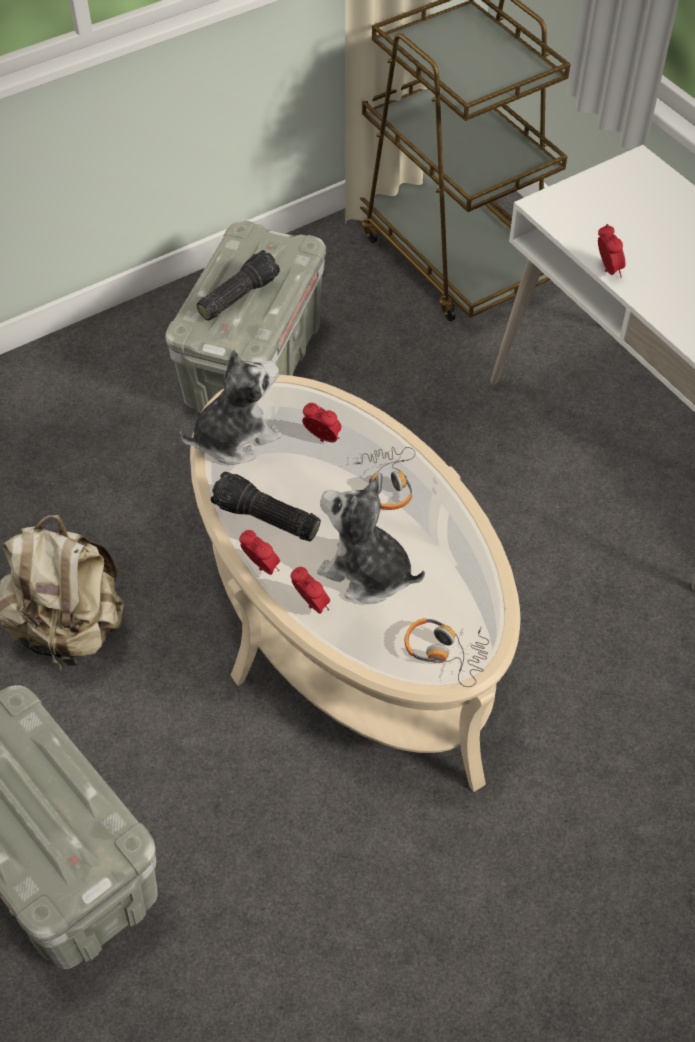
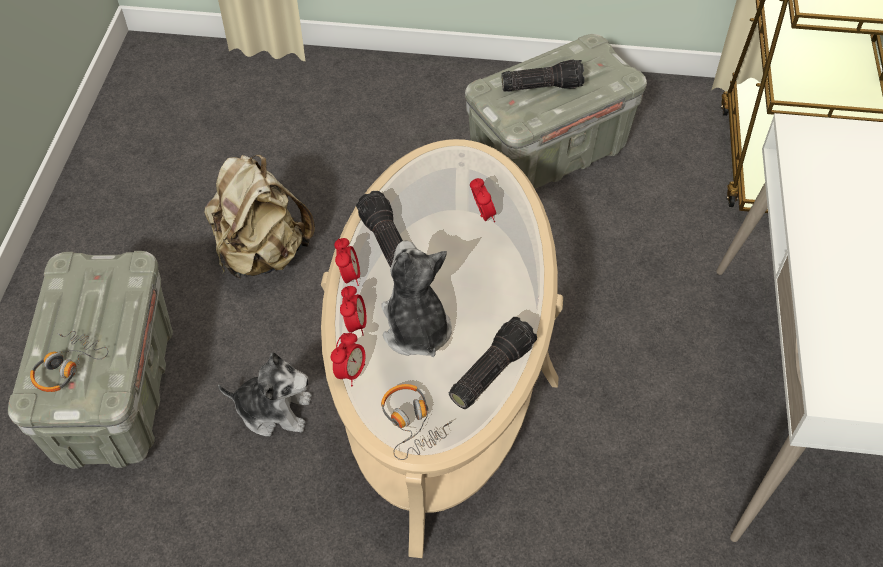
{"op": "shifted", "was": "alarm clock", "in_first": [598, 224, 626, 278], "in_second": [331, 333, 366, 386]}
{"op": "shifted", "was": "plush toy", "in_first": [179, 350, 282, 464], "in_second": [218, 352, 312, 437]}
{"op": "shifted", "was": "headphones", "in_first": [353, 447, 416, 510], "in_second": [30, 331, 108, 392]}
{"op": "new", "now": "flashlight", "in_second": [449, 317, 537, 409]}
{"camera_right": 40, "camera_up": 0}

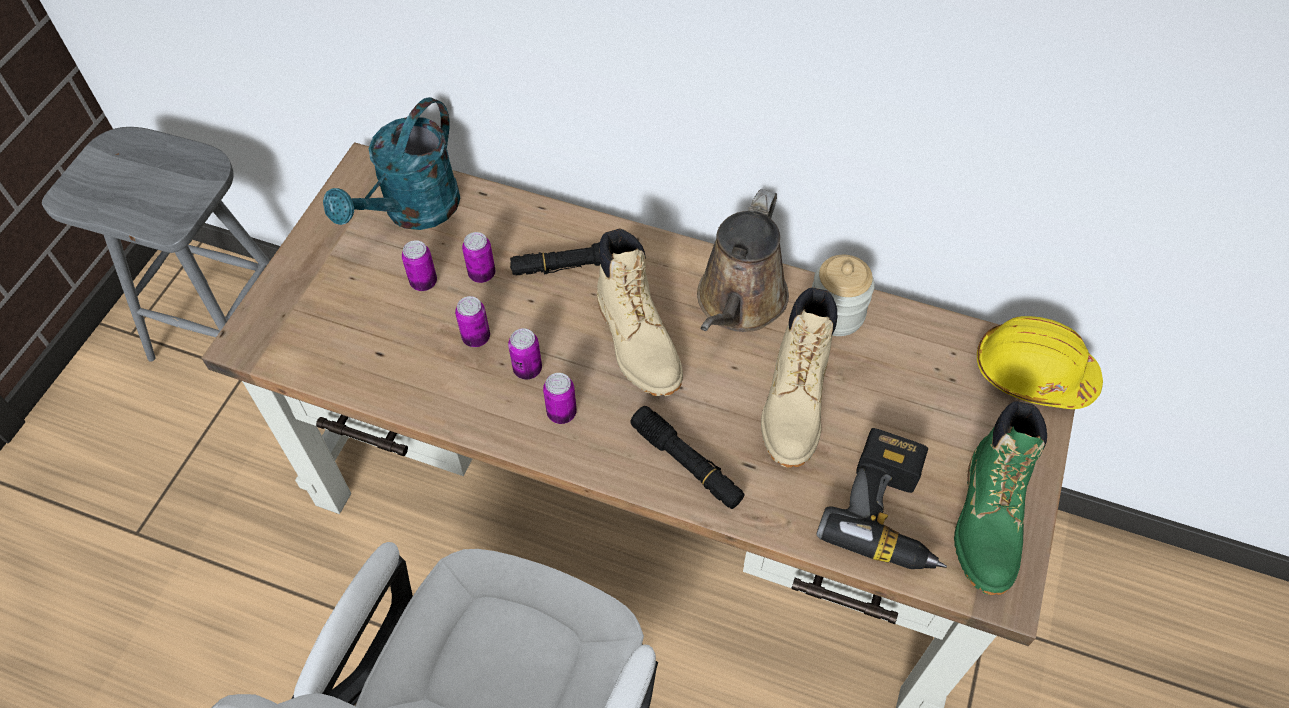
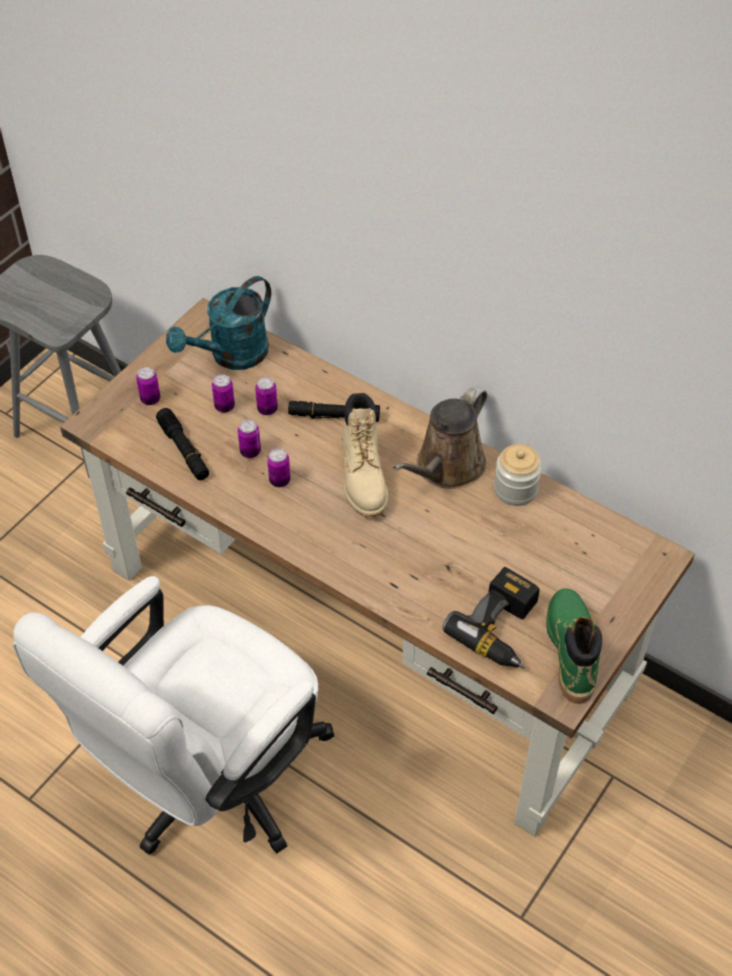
{"op": "gone", "was": "beige boot", "in_first": [761, 287, 837, 467]}
{"op": "gone", "was": "yellow hard hat", "in_first": [977, 316, 1103, 409]}
{"op": "shifted", "was": "can", "in_first": [543, 373, 577, 424], "in_second": [136, 367, 160, 405]}
{"op": "rotated", "was": "green boot", "in_first": [954, 401, 1047, 595], "in_second": [546, 589, 602, 704], "clockwise": 150}
{"op": "shifted", "was": "black flashlight", "in_first": [630, 406, 745, 509], "in_second": [156, 408, 209, 480]}
{"camera_right": 15, "camera_up": -5}

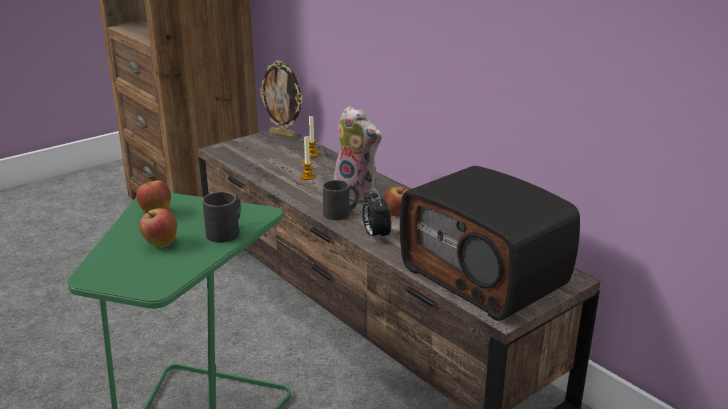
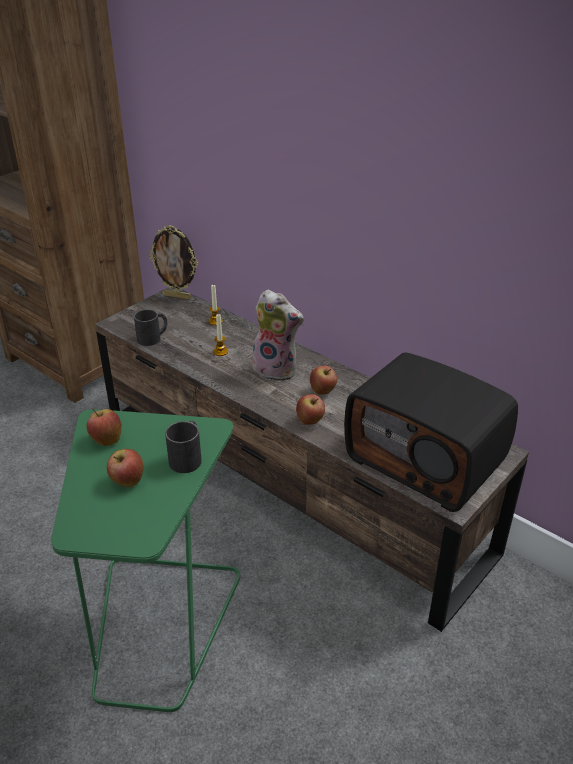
{"op": "shifted", "was": "black mug", "in_first": [323, 180, 359, 220], "in_second": [134, 309, 168, 346]}
{"op": "swapped", "was": "alarm clock", "now": "apple", "in_first": [362, 188, 391, 241], "in_second": [296, 394, 325, 425]}
{"camera_right": -10, "camera_up": 10}

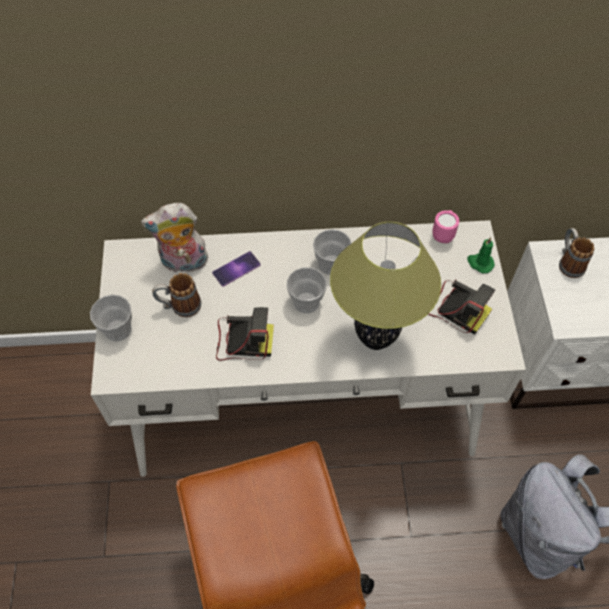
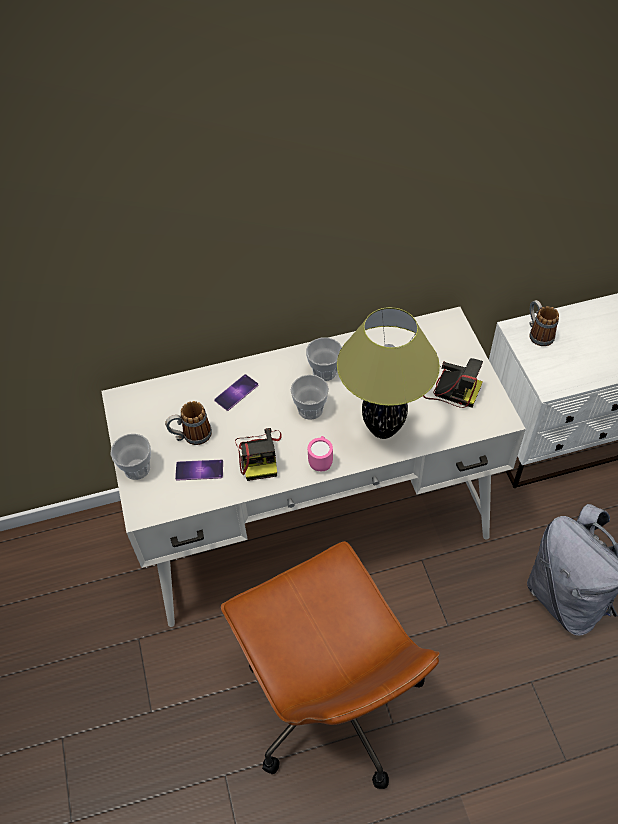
{"op": "gone", "was": "plush toy", "in_first": [141, 203, 209, 272]}
{"op": "shifted", "was": "pink mug", "in_first": [433, 210, 459, 243], "in_second": [308, 436, 333, 471]}
{"op": "gone", "was": "green candle", "in_first": [467, 237, 495, 273]}
{"op": "rotated", "was": "photo camera", "in_first": [216, 307, 274, 361], "in_second": [235, 428, 282, 481], "clockwise": 90}
{"op": "new", "now": "phone", "in_second": [175, 460, 223, 480]}
{"camera_right": -10, "camera_up": -5}

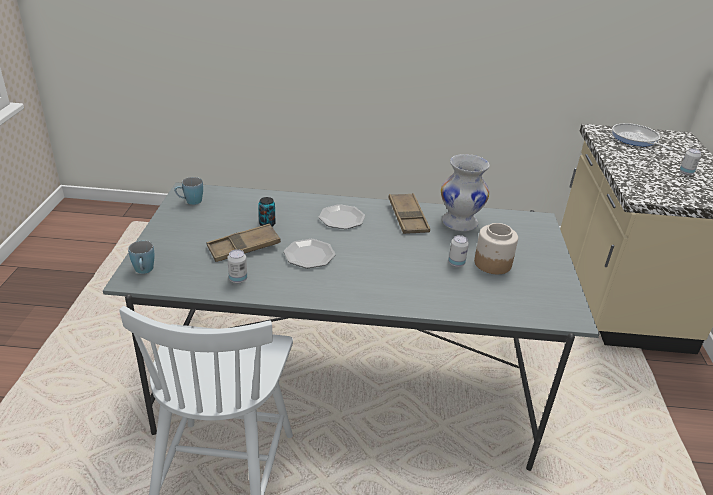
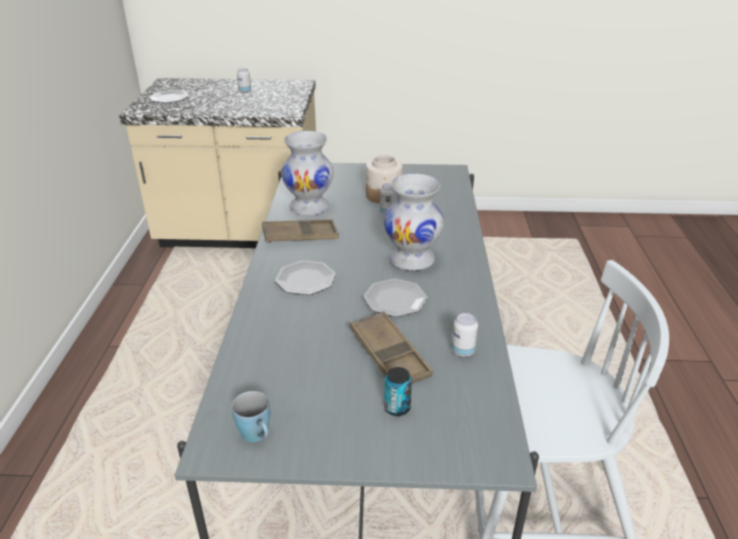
{"op": "swapped", "was": "frying pan", "now": "plate", "in_first": [612, 123, 673, 150], "in_second": [150, 90, 189, 103]}
{"op": "shifted", "was": "can", "in_first": [258, 197, 275, 227], "in_second": [384, 367, 412, 416]}
{"op": "gone", "was": "blue mug", "in_first": [128, 241, 155, 274]}
{"op": "new", "now": "white vase", "in_second": [384, 174, 444, 271]}
{"camera_right": -90, "camera_up": 0}

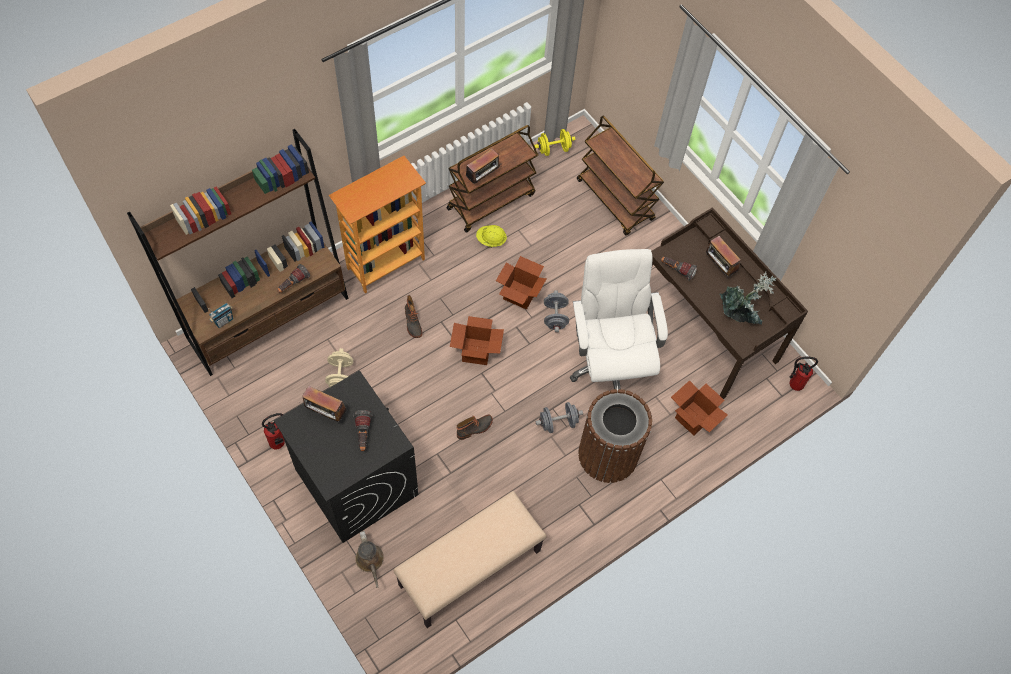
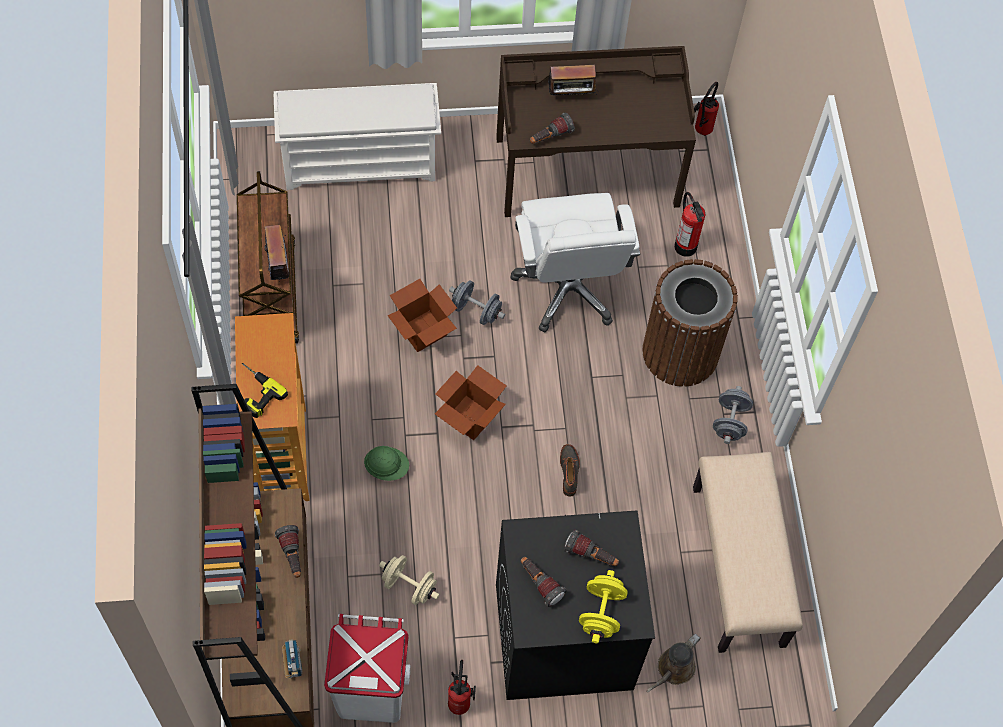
{"op": "swapped", "was": "brown cart", "now": "white shoe rack", "in_first": [577, 116, 664, 236], "in_second": [274, 83, 441, 190]}
{"op": "shifted", "was": "yellow dumbbell", "in_first": [534, 129, 575, 156], "in_second": [579, 570, 628, 643]}
{"op": "gone", "was": "yellow hard hat", "in_first": [476, 225, 507, 248]}
{"op": "rotated", "was": "white office chair", "in_first": [570, 249, 668, 392], "in_second": [510, 193, 640, 332], "clockwise": -120}
{"op": "gone", "was": "potted plant", "in_first": [720, 271, 777, 324]}
{"op": "swapped", "was": "boot", "now": "green hard hat", "in_first": [405, 295, 422, 338], "in_second": [364, 446, 409, 481]}
{"op": "swapped", "was": "cardboard box", "now": "fire extinguisher", "in_first": [671, 380, 728, 435], "in_second": [674, 192, 705, 257]}
{"op": "swapped", "was": "radio", "now": "flashlight", "in_first": [302, 386, 347, 422], "in_second": [521, 557, 567, 607]}
{"op": "shifted", "was": "grey dumbbell", "in_first": [536, 402, 583, 433], "in_second": [713, 386, 753, 444]}
{"op": "rotated", "was": "brown watering can", "in_first": [355, 531, 384, 588], "in_second": [646, 634, 701, 692], "clockwise": 120}
{"op": "new", "now": "power drill", "in_second": [242, 363, 288, 418]}
{"op": "new", "now": "white trash can", "in_second": [324, 614, 410, 723]}
{"camera_right": -60, "camera_up": 0}

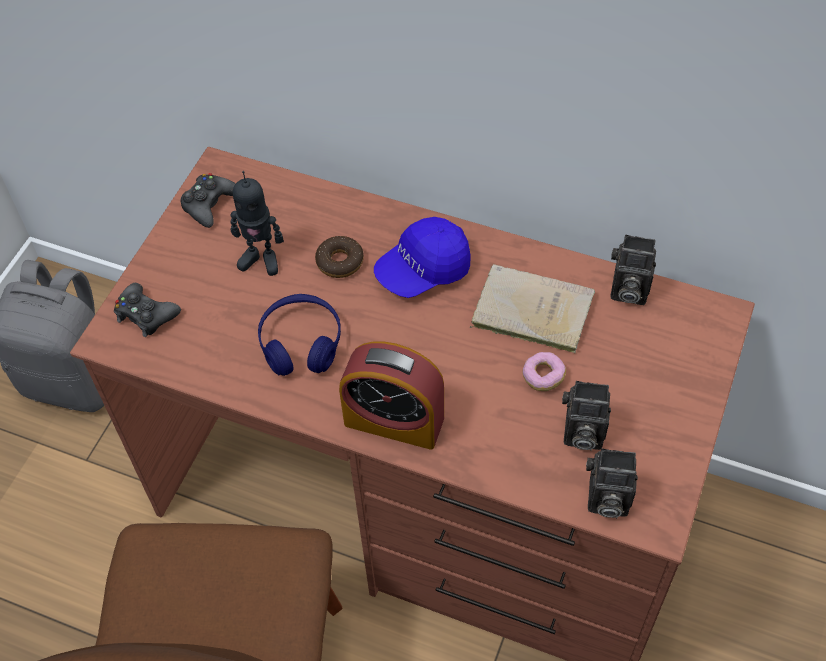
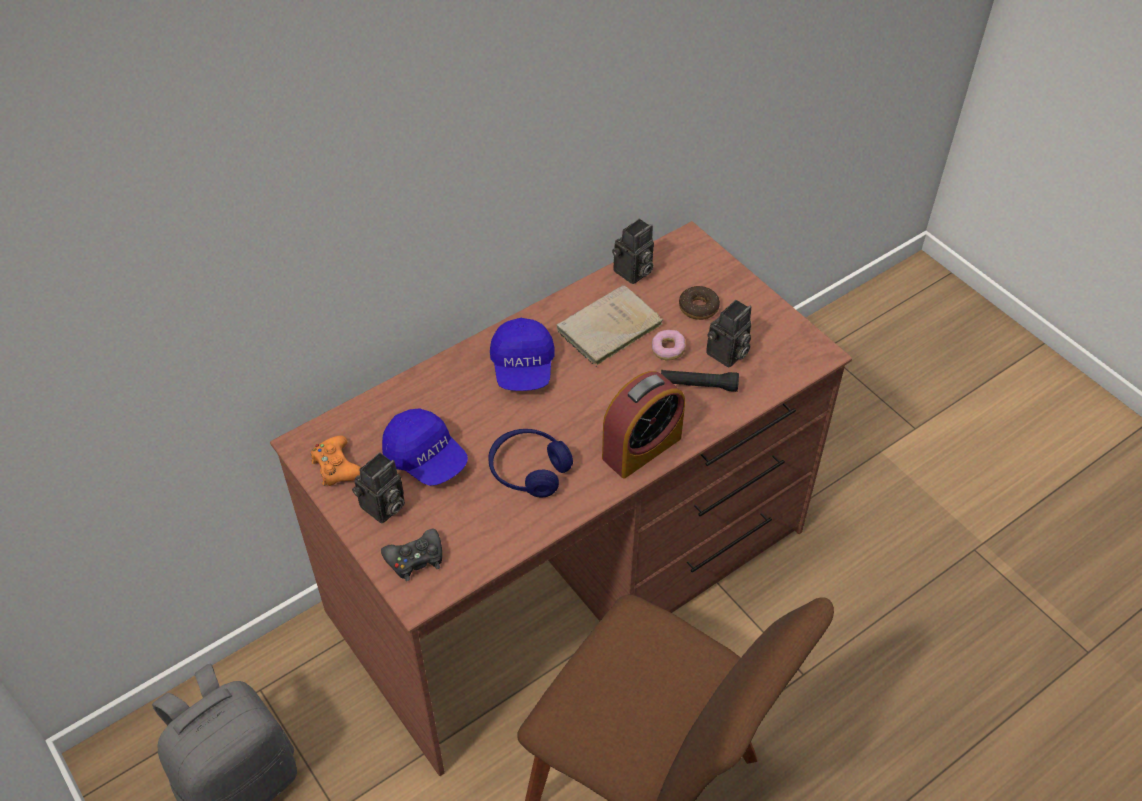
{"op": "swapped", "was": "toy robot", "now": "blue cap", "in_first": [230, 171, 284, 276], "in_second": [382, 408, 468, 486]}
{"op": "repainted", "was": "black game controller", "now": "orange game controller", "in_first": [181, 173, 236, 228], "in_second": [311, 436, 361, 486]}
{"op": "shifted", "was": "donut", "in_first": [315, 236, 364, 278], "in_second": [679, 286, 720, 320]}
{"op": "shifted", "was": "photo camera", "in_first": [586, 448, 638, 518], "in_second": [352, 452, 405, 523]}
{"op": "new", "now": "black flashlight", "in_second": [661, 370, 739, 392]}
{"camera_right": -60, "camera_up": -5}

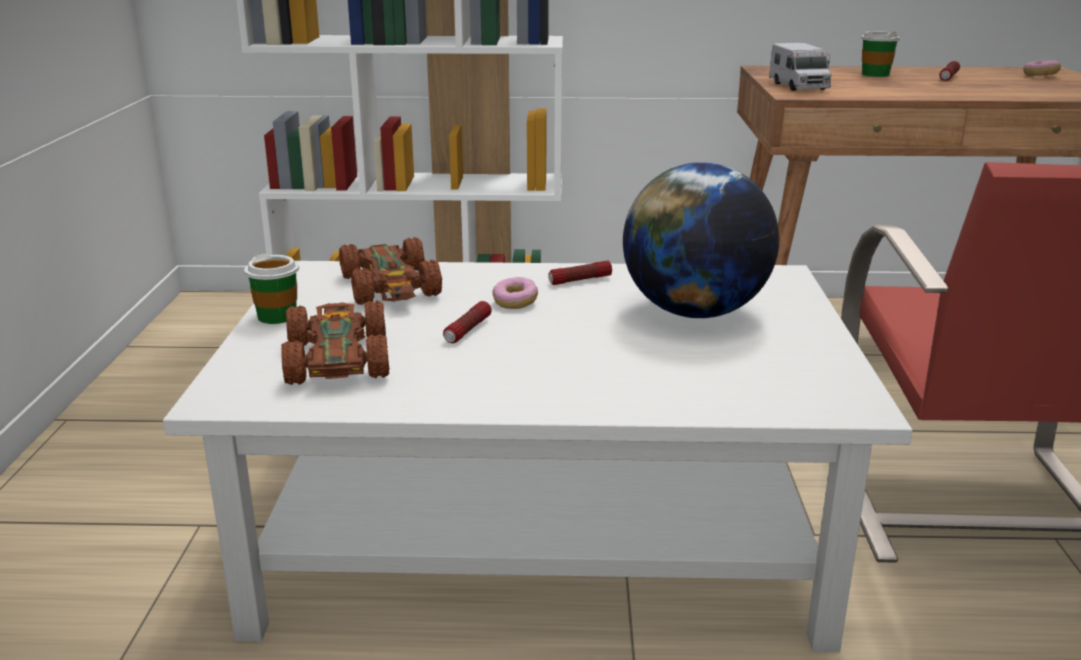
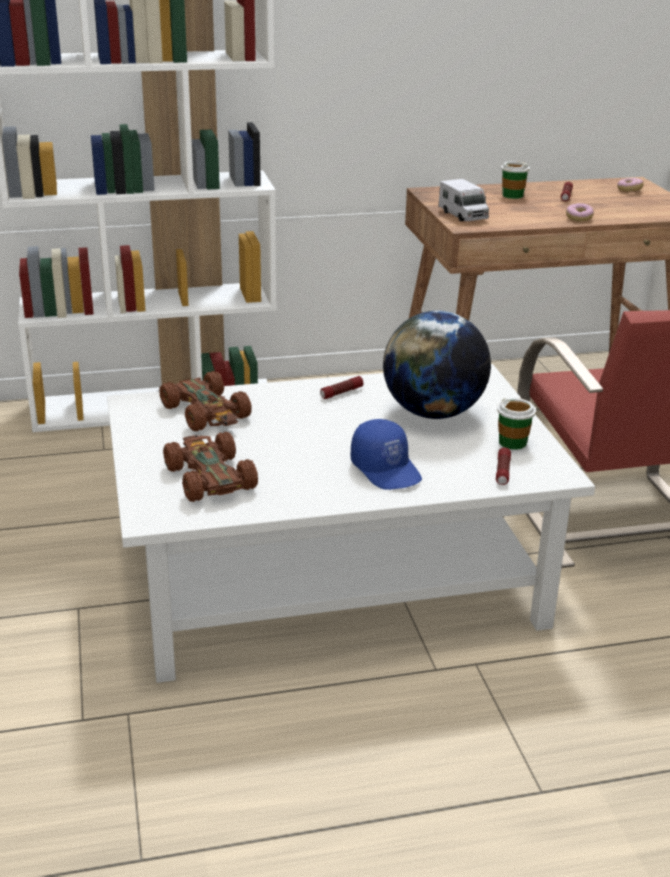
{"op": "shifted", "was": "cup", "in_first": [244, 254, 299, 324], "in_second": [497, 398, 536, 450]}
{"op": "shifted", "was": "donut", "in_first": [492, 277, 538, 309], "in_second": [566, 203, 594, 222]}
{"op": "shifted", "was": "flashlight", "in_first": [443, 301, 492, 343], "in_second": [496, 447, 511, 485]}
{"op": "new", "now": "blue cap", "in_second": [350, 419, 422, 490]}
{"camera_right": -15, "camera_up": 5}

